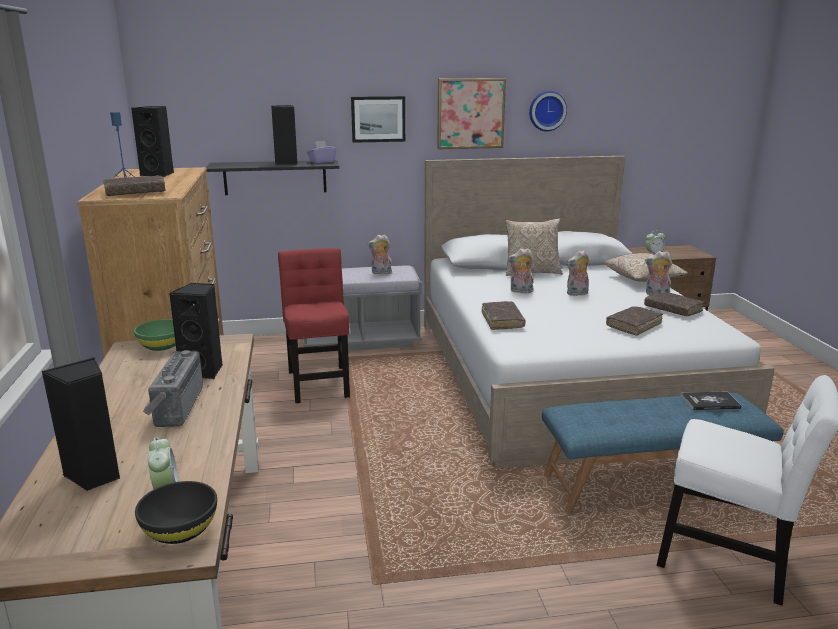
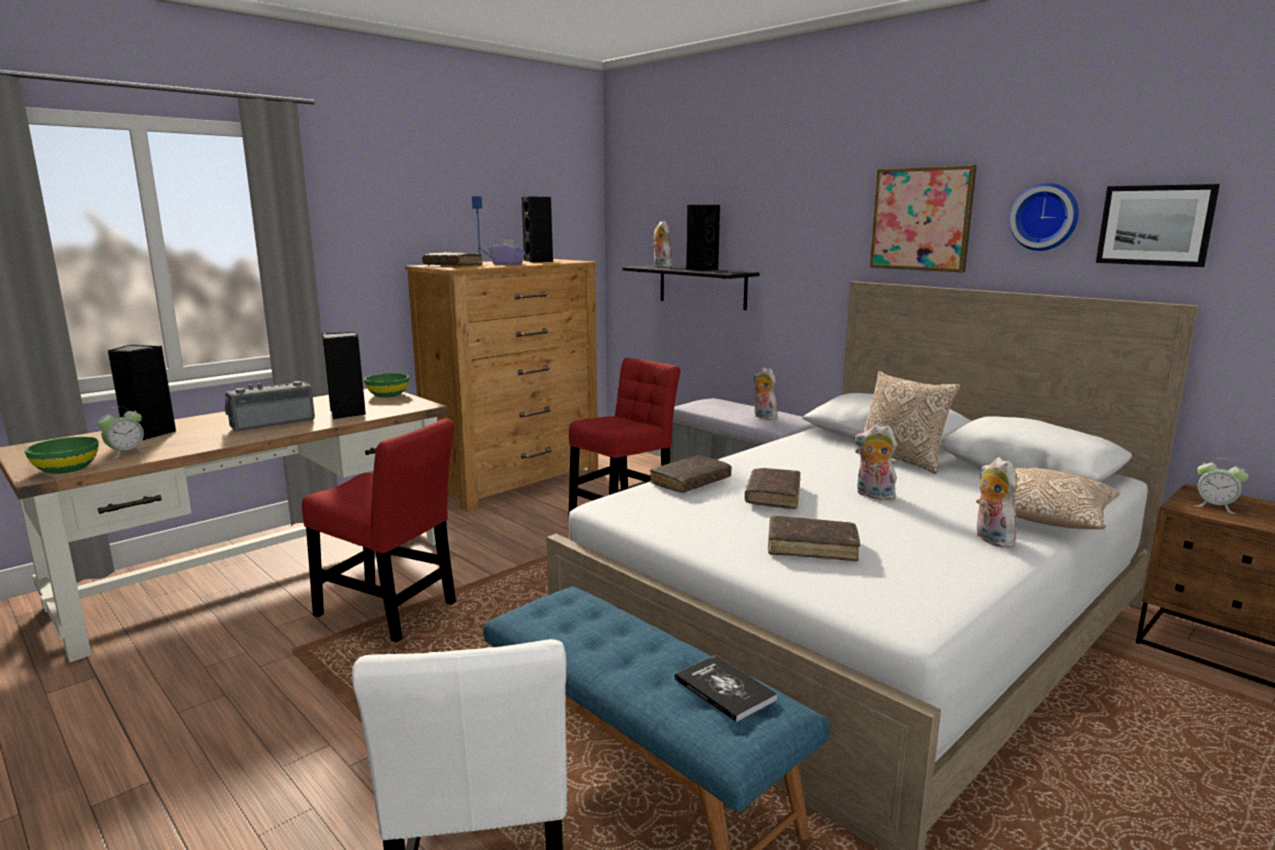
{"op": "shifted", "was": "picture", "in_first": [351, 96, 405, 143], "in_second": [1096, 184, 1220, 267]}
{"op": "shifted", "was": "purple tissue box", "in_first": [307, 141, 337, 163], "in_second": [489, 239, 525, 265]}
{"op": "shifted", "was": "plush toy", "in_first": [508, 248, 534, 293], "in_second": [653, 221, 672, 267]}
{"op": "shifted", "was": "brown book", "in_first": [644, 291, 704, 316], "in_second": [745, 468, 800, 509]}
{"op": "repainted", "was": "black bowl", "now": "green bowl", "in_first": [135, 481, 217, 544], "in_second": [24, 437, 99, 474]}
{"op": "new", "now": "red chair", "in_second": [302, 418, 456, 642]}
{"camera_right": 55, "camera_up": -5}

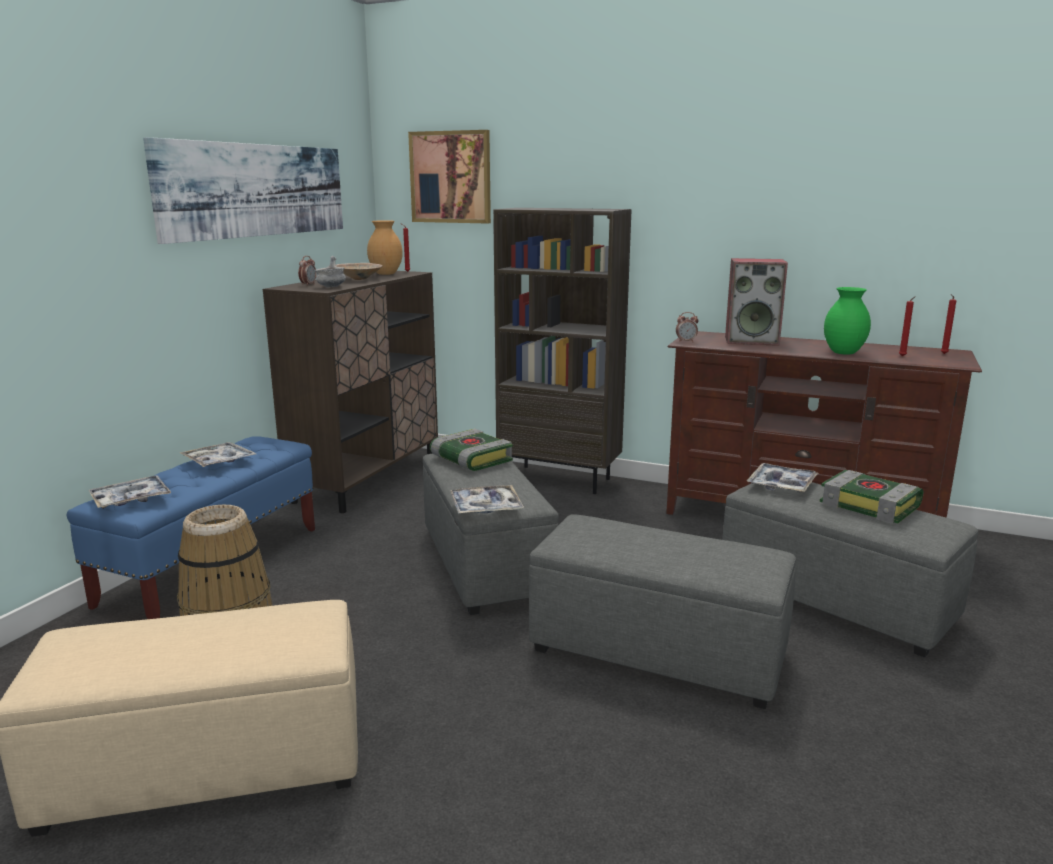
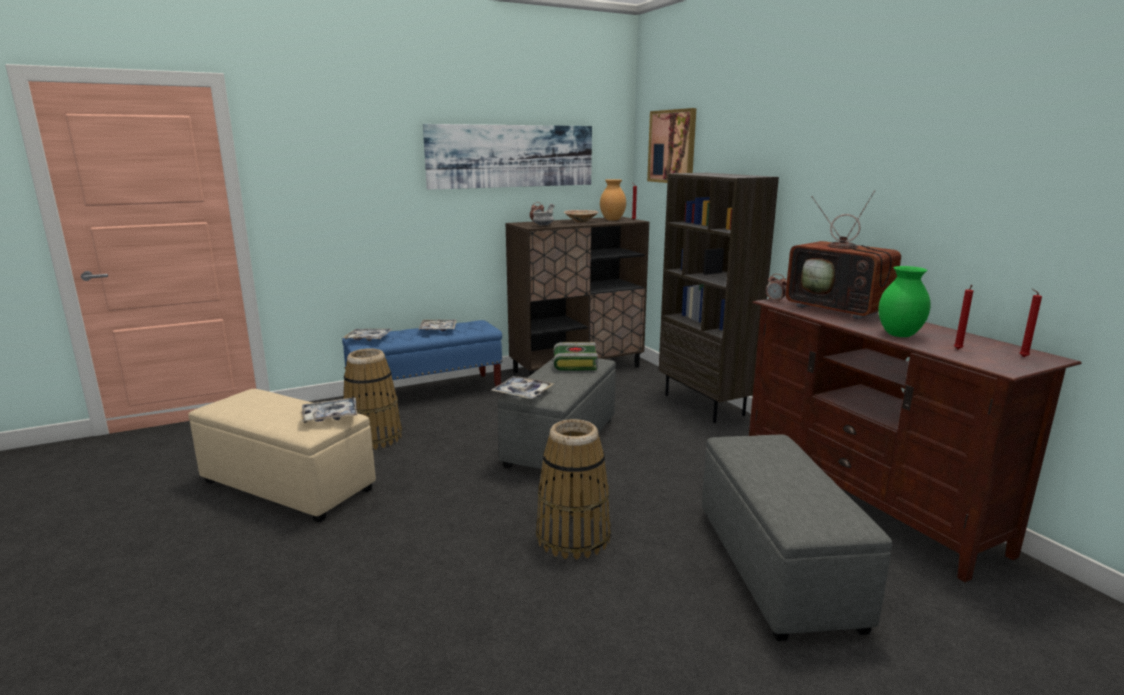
{"op": "swapped", "was": "speaker", "now": "television", "in_first": [725, 258, 788, 346], "in_second": [785, 190, 901, 319]}
{"op": "shifted", "was": "tray", "in_first": [747, 463, 818, 493], "in_second": [300, 398, 357, 423]}
{"op": "gone", "was": "book", "in_first": [819, 470, 923, 524]}
{"op": "swapped", "was": "grey ottoman", "now": "basket", "in_first": [529, 514, 796, 709], "in_second": [536, 419, 611, 560]}
{"camera_right": 40, "camera_up": 0}

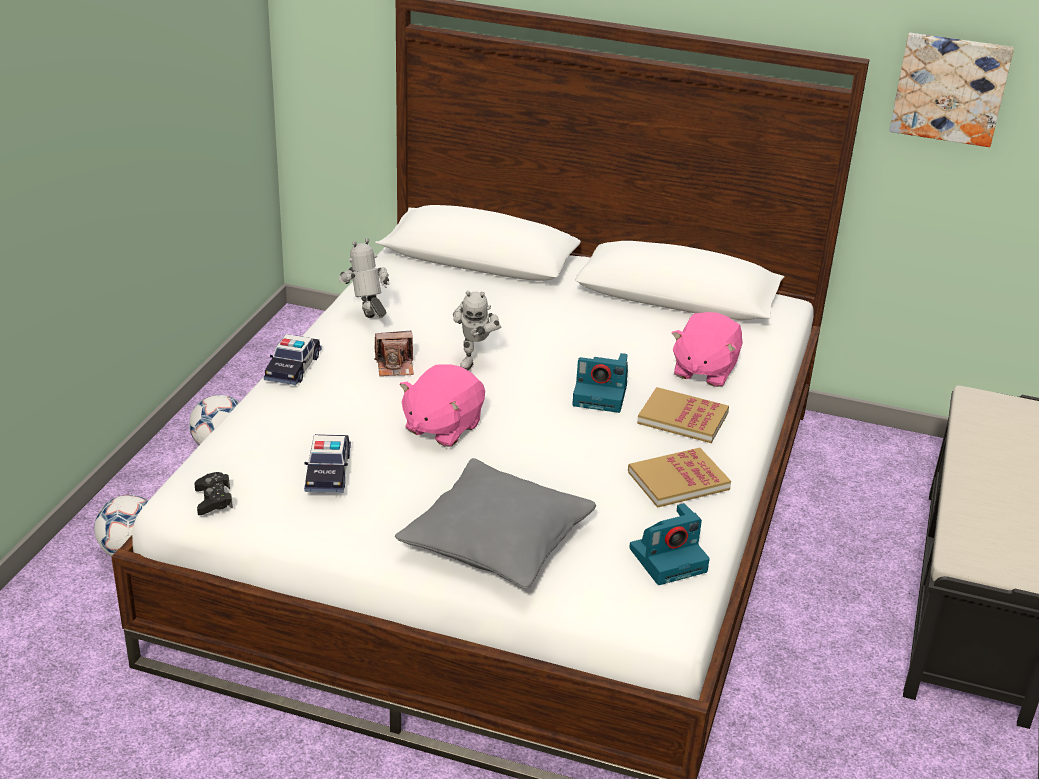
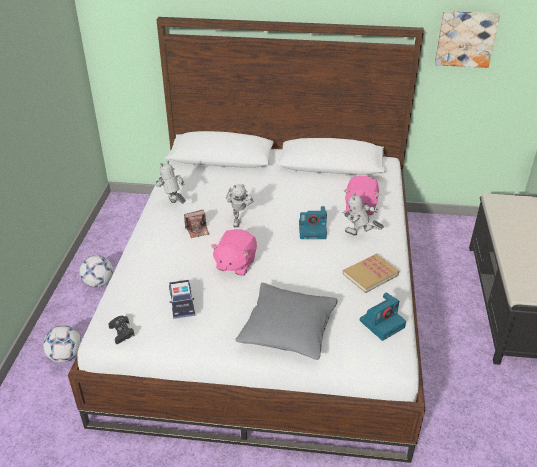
{"op": "gone", "was": "toy car", "in_first": [264, 334, 322, 385]}
{"op": "swapped", "was": "book", "now": "toy robot", "in_first": [637, 387, 729, 443], "in_second": [343, 192, 384, 236]}
{"camera_right": -10, "camera_up": 5}

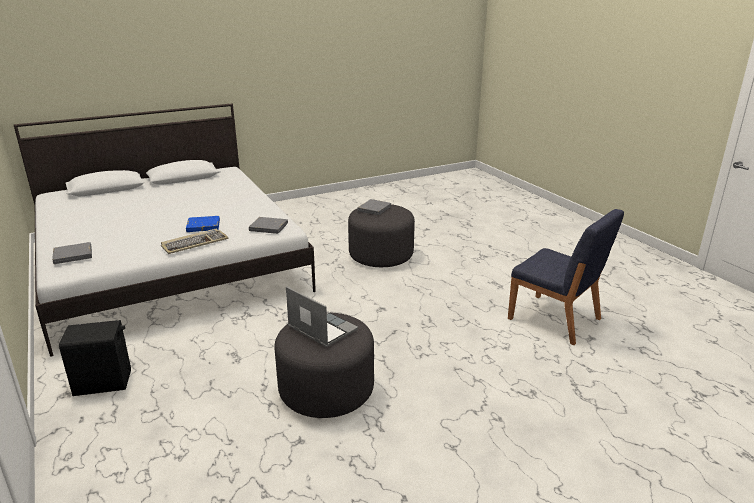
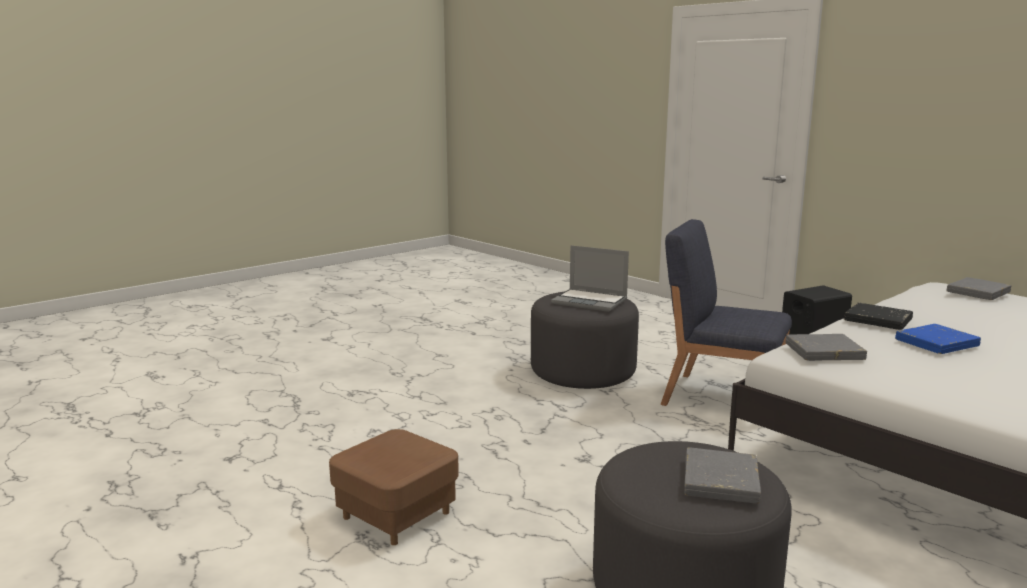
{"op": "shifted", "was": "blue chair", "in_first": [508, 209, 624, 345], "in_second": [661, 219, 792, 406]}
{"op": "swapped", "was": "keyboard", "now": "black book", "in_first": [161, 229, 228, 254], "in_second": [844, 303, 913, 330]}
{"op": "new", "now": "brown ottoman", "in_second": [329, 429, 459, 545]}
{"camera_right": 165, "camera_up": -10}

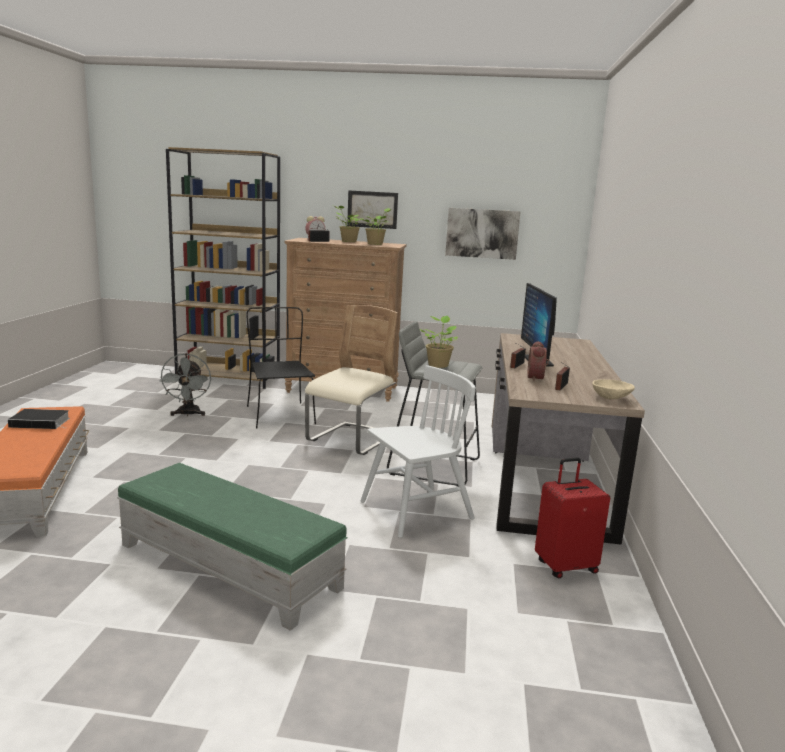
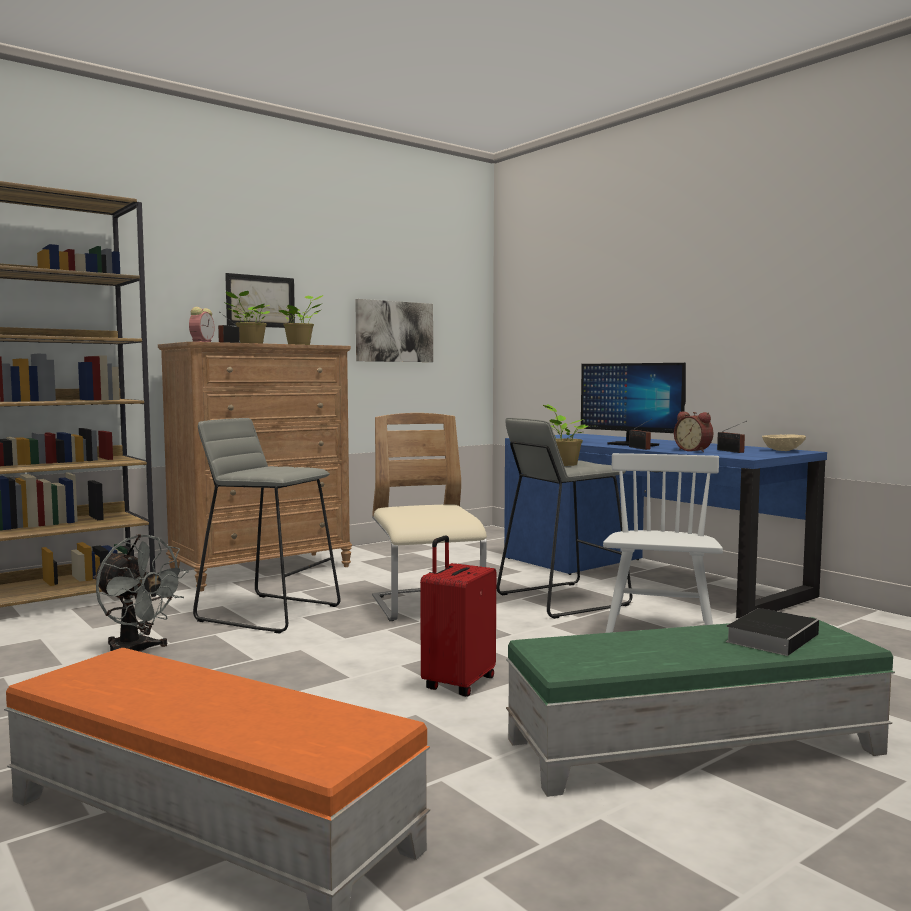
{"op": "swapped", "was": "black chair", "now": "grey stool", "in_first": [246, 307, 316, 429], "in_second": [193, 418, 341, 633]}
{"op": "repainted", "was": "brown desk", "now": "blue desk", "in_first": [492, 333, 645, 545], "in_second": [504, 434, 827, 618]}
{"op": "shifted", "was": "book", "in_first": [8, 409, 70, 429], "in_second": [726, 608, 819, 656]}
{"op": "shifted", "was": "red suitcase", "in_first": [535, 457, 610, 578], "in_second": [420, 535, 496, 696]}
{"camera_right": -45, "camera_up": -10}

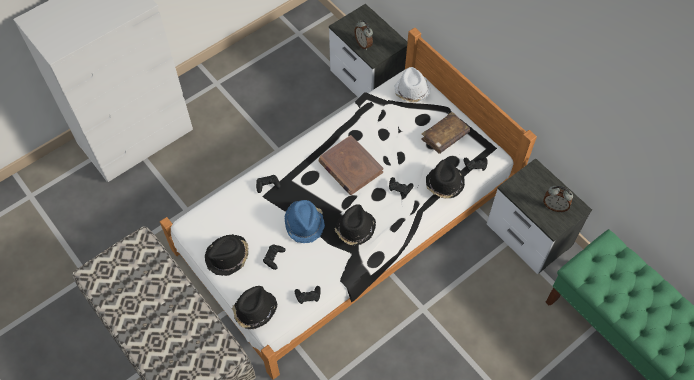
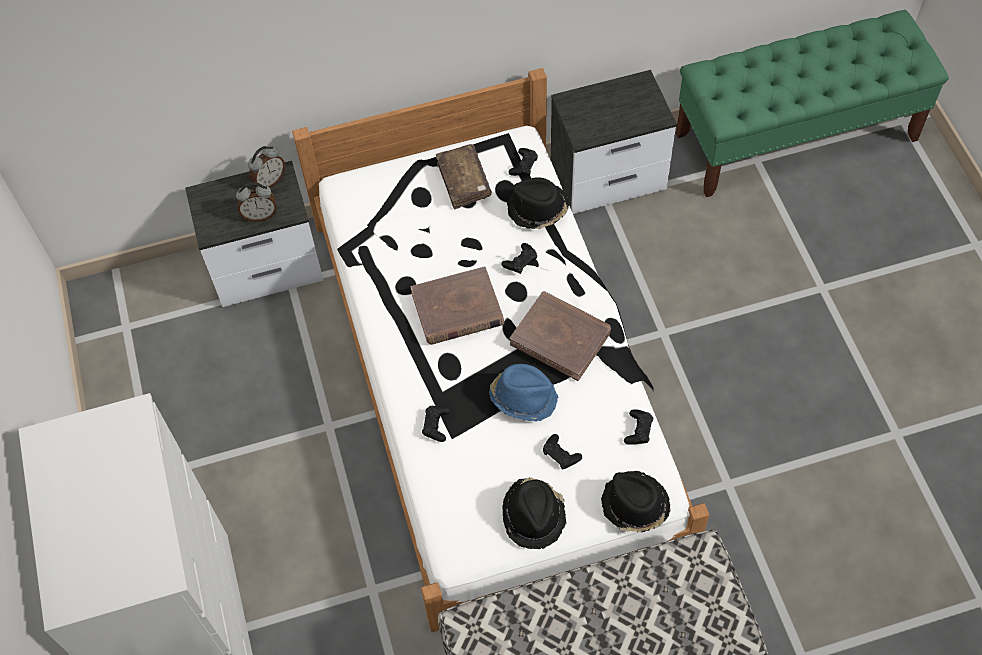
{"op": "gone", "was": "white hat", "in_first": [394, 67, 431, 103]}
{"op": "shifted", "was": "alarm clock", "in_first": [543, 186, 573, 212], "in_second": [248, 146, 286, 188]}
{"op": "swapped", "was": "black hat", "now": "brown book", "in_first": [335, 204, 376, 246], "in_second": [510, 291, 611, 381]}
{"camera_right": -65, "camera_up": 0}

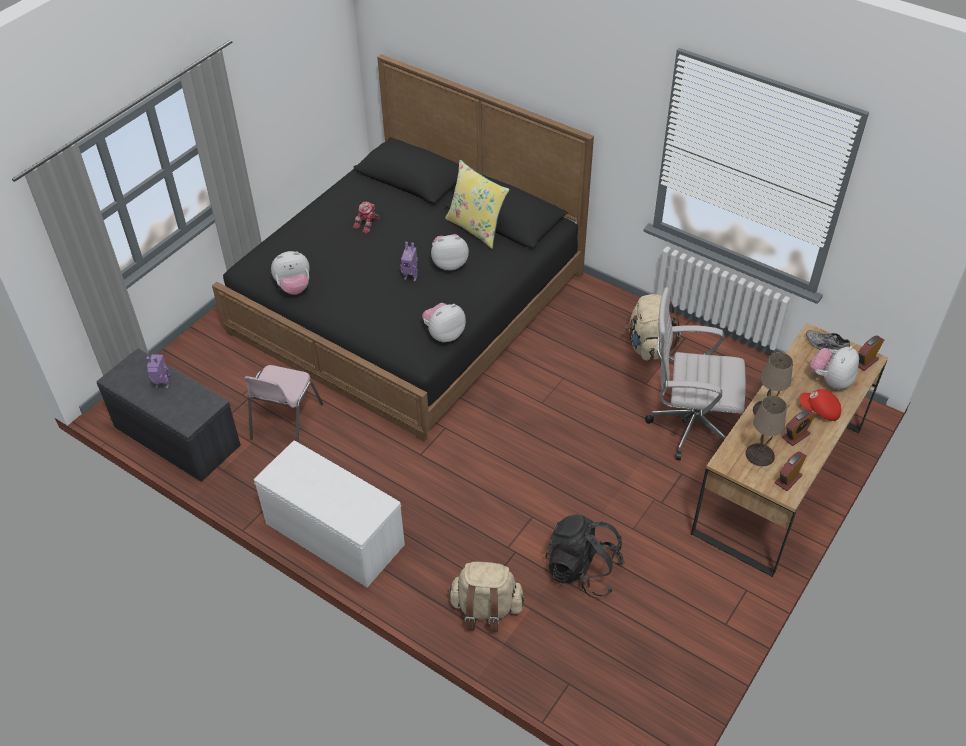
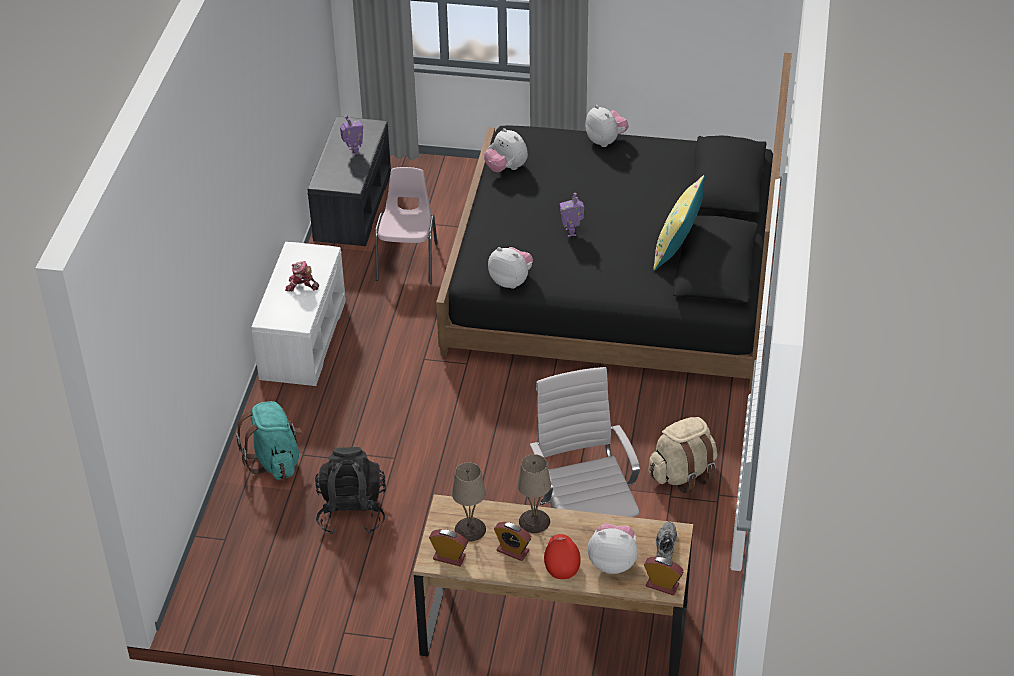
{"op": "shifted", "was": "toy robot", "in_first": [353, 202, 380, 234], "in_second": [285, 261, 319, 291]}
{"op": "shifted", "was": "plush toy", "in_first": [431, 234, 469, 270], "in_second": [585, 105, 628, 147]}
{"op": "rotated", "was": "pink chair", "in_first": [244, 365, 323, 443], "in_second": [375, 167, 438, 284], "clockwise": 105}
{"op": "repainted", "was": "beige backpack", "now": "turquoise backpack", "in_first": [448, 561, 524, 632], "in_second": [236, 401, 302, 480]}
{"camera_right": 65, "camera_up": -5}

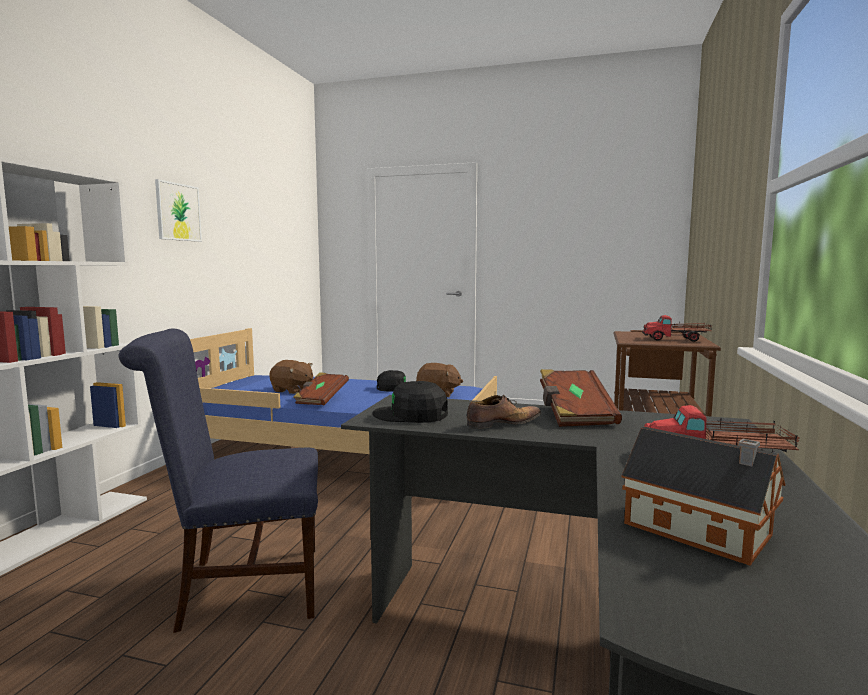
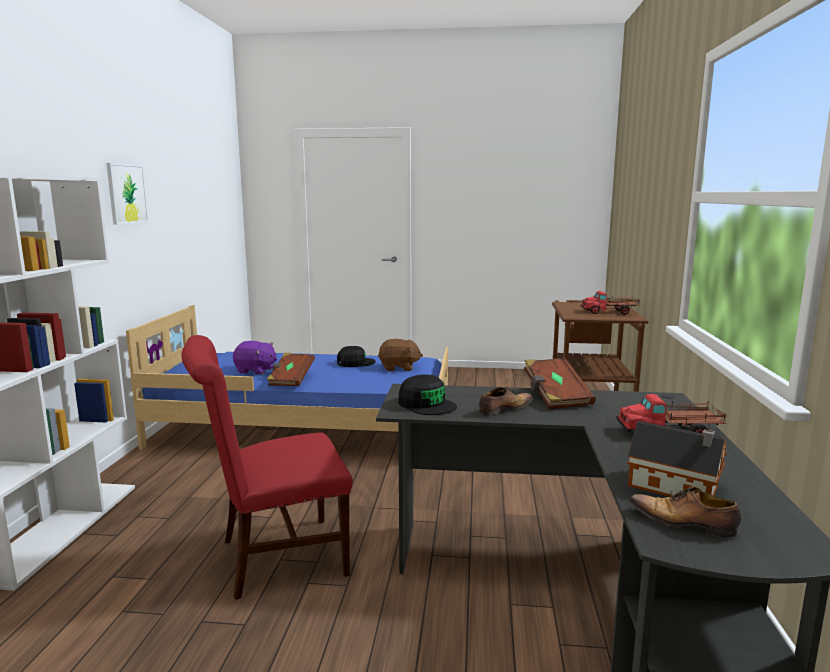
{"op": "repainted", "was": "blue chair", "now": "red chair", "in_first": [119, 329, 318, 633], "in_second": [181, 335, 353, 600]}
{"op": "repainted", "was": "brown plush toy", "now": "purple plush toy", "in_first": [269, 360, 313, 394], "in_second": [233, 341, 277, 374]}
{"op": "rotated", "was": "black cap", "in_first": [373, 381, 448, 423], "in_second": [398, 374, 457, 415], "clockwise": -135}
{"op": "new", "now": "shoe", "in_second": [629, 486, 741, 538]}
{"camera_right": -10, "camera_up": 5}

